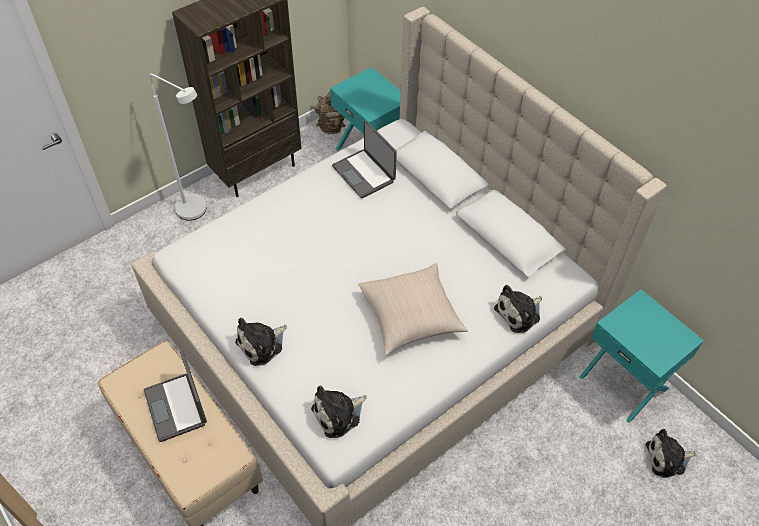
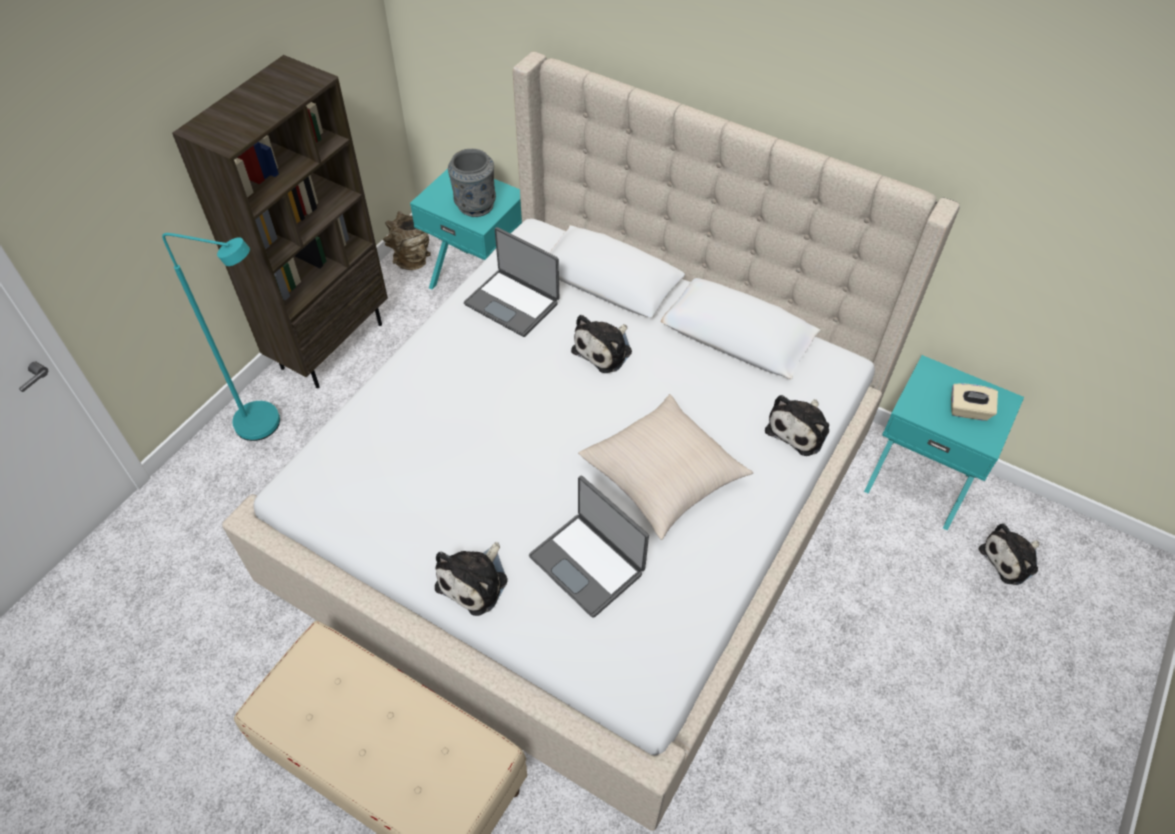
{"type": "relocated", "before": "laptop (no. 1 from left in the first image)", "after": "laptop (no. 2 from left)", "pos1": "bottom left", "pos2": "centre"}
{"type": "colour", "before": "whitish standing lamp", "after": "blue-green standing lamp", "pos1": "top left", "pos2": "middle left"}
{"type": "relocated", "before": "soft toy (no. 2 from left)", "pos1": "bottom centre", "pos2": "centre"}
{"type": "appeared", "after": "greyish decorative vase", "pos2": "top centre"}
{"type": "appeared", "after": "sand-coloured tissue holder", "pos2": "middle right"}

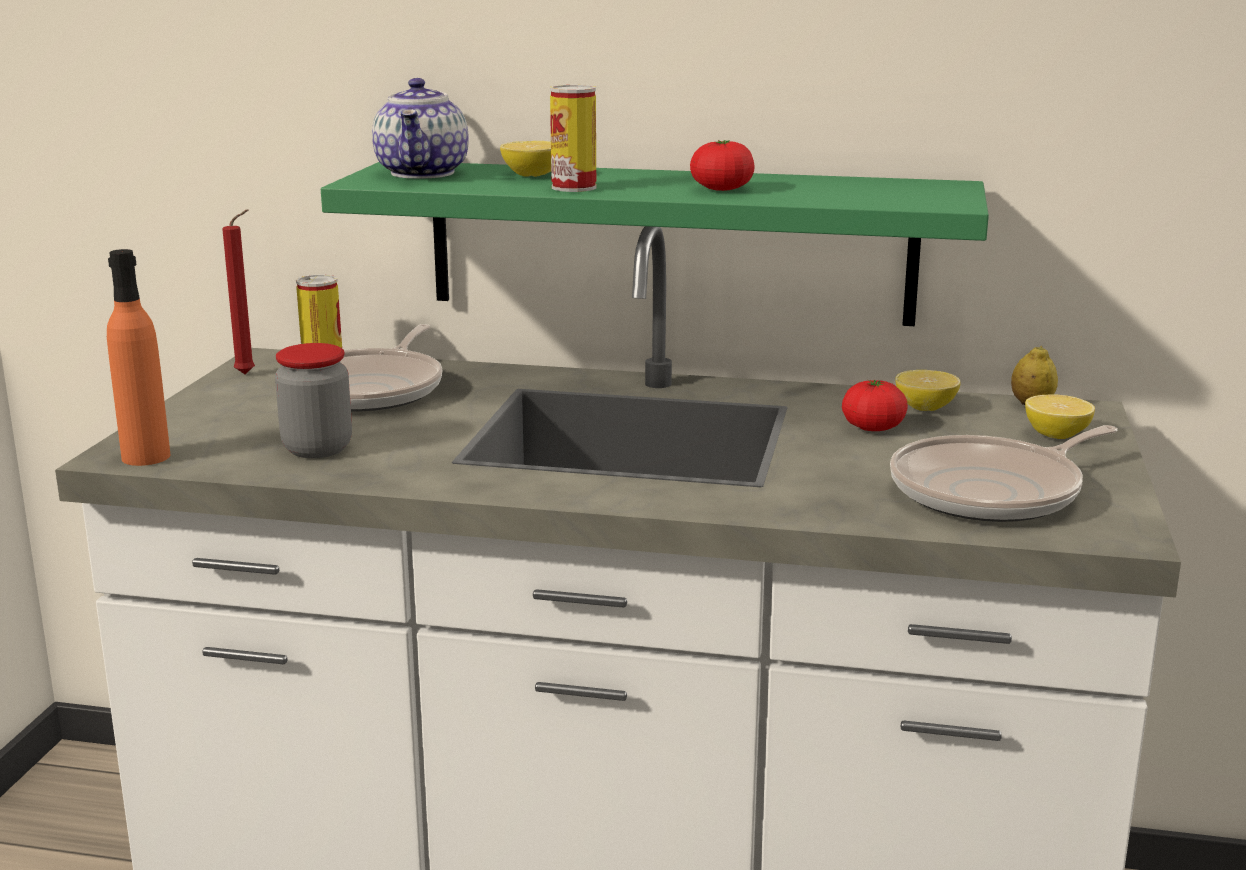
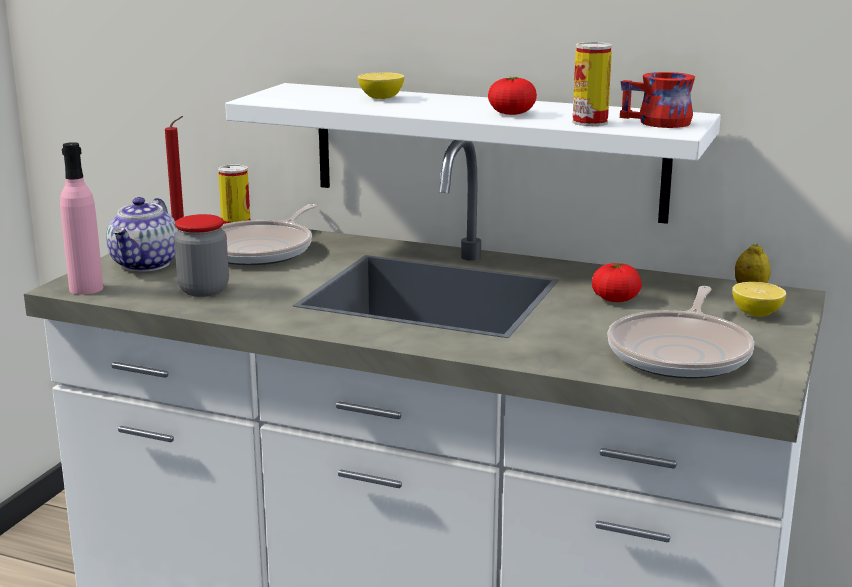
{"type": "colour", "before": "orange beverage bottle", "after": "pink-coloured beverage bottle", "pos1": "middle left", "pos2": "middle left"}
{"type": "colour", "before": "green-coloured wall shelf", "after": "whitish wall shelf", "pos1": "top centre", "pos2": "top centre"}
{"type": "relocated", "before": "pot for tea", "pos1": "top centre", "pos2": "middle left"}
{"type": "relocated", "before": "metal can (no. 2 from left)", "pos1": "top centre", "pos2": "top right"}
{"type": "spun", "before": "skillet (no. 2 from left)", "pos1": "middle right", "pos2": "middle right", "turn": -45}
{"type": "missing", "before": "citrus fruit (no. 2 from left)", "pos1": "middle right"}
{"type": "appeared", "after": "red coffee mug", "pos2": "top right"}

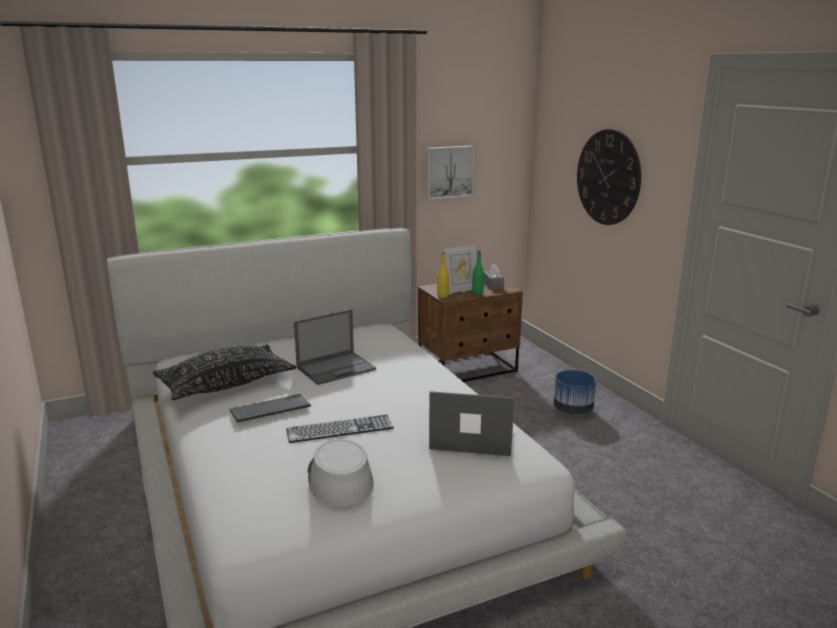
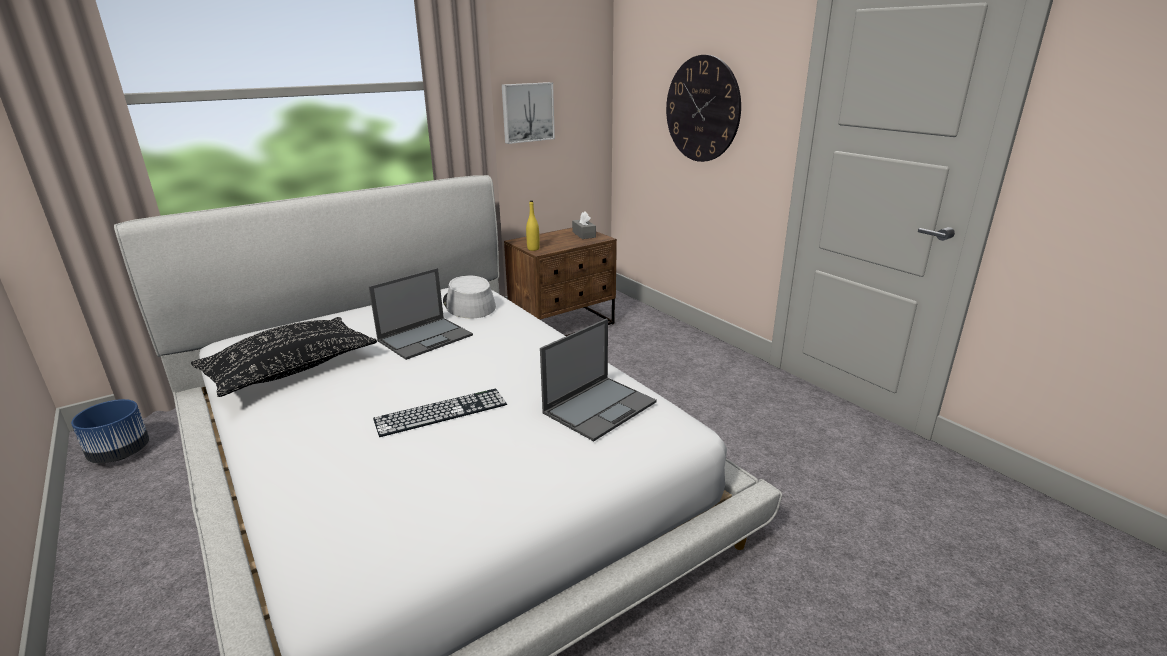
{"type": "missing", "before": "PC keyboard (no. 1 from left)", "pos1": "middle left"}
{"type": "relocated", "before": "greyish clothing hat", "pos1": "bottom centre", "pos2": "centre"}
{"type": "spun", "before": "laptop (no. 2 from left)", "pos1": "bottom centre", "pos2": "centre", "turn": 135}
{"type": "missing", "before": "picture frame", "pos1": "centre"}
{"type": "missing", "before": "green-coloured beverage bottle", "pos1": "centre"}
{"type": "relocated", "before": "bluish flower pot", "pos1": "middle right", "pos2": "middle left"}

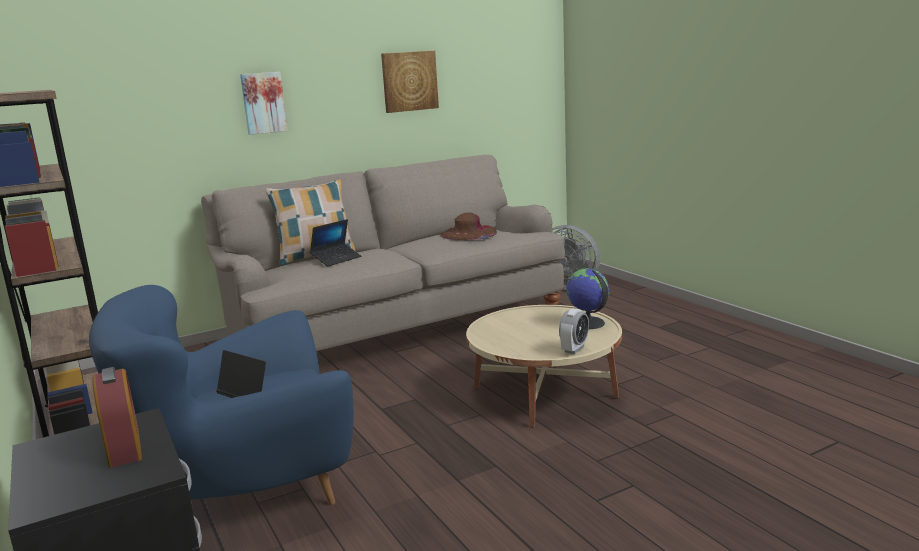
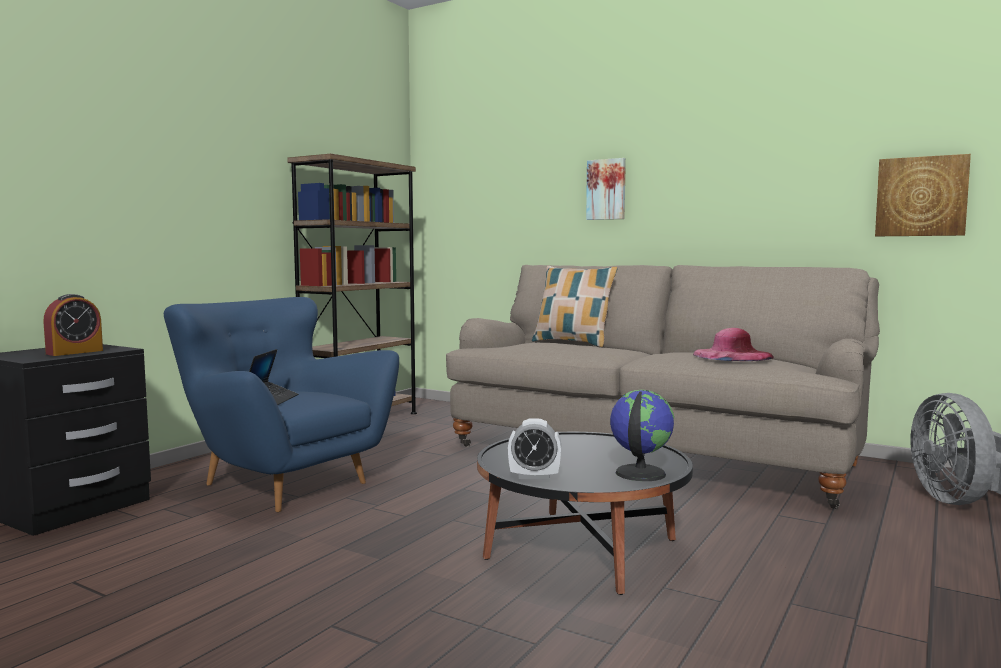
{"type": "missing", "before": "laptop (no. 2 from left)", "pos1": "centre"}
{"type": "relocated", "before": "wall art (no. 2 from left)", "pos1": "top centre", "pos2": "top right"}
{"type": "colour", "before": "brown clothing hat", "after": "pink-coloured clothing hat", "pos1": "centre", "pos2": "middle right"}
{"type": "colour", "before": "sand-coloured low table", "after": "black low table", "pos1": "centre", "pos2": "bottom centre"}

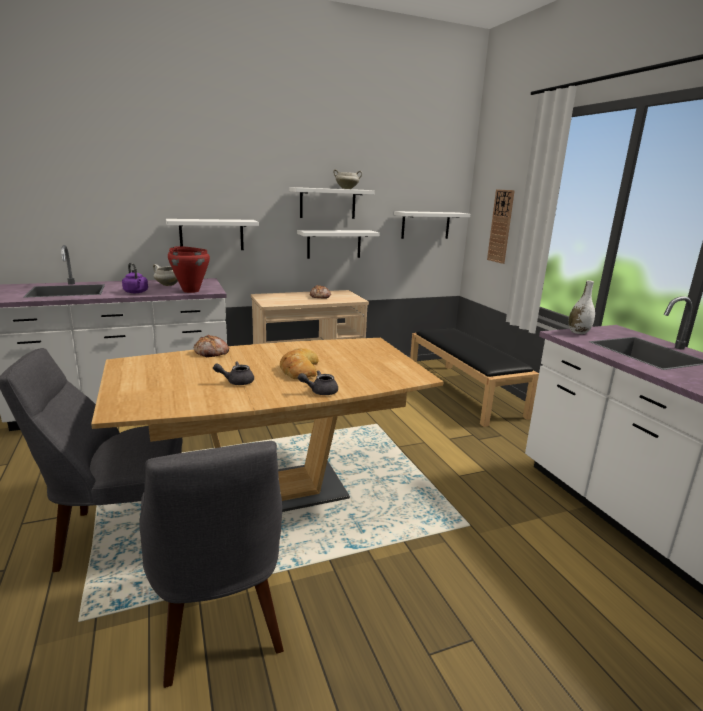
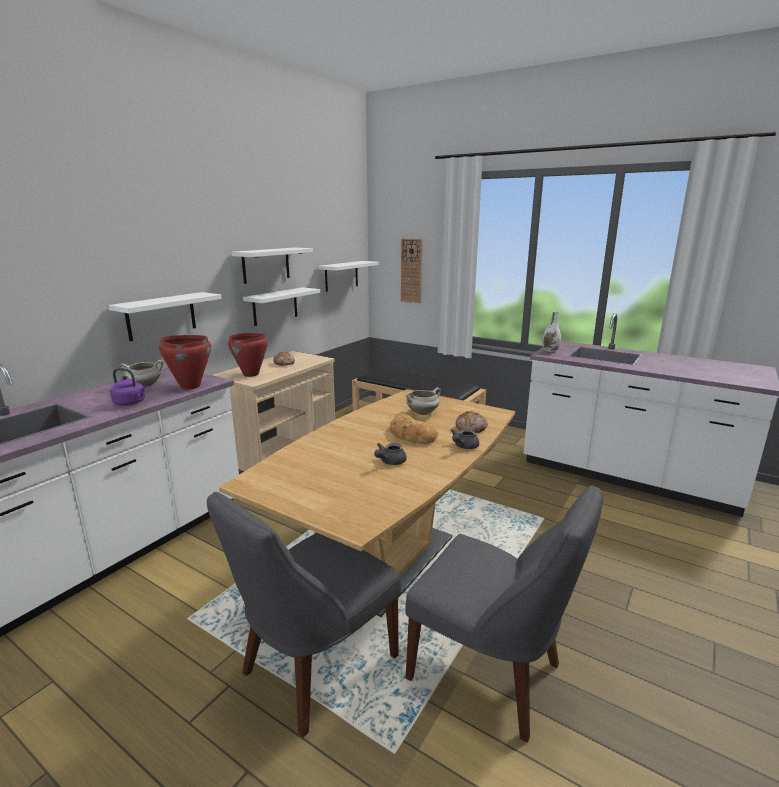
{"type": "relocated", "before": "bread (no. 1 from left in the first image)", "after": "bread (no. 3 from left)", "pos1": "middle left", "pos2": "centre"}
{"type": "relocated", "before": "whitish stockpot (no. 2 from left)", "pos1": "top centre", "pos2": "centre"}
{"type": "appeared", "after": "red stockpot (no. 2 from left)", "pos2": "middle left"}

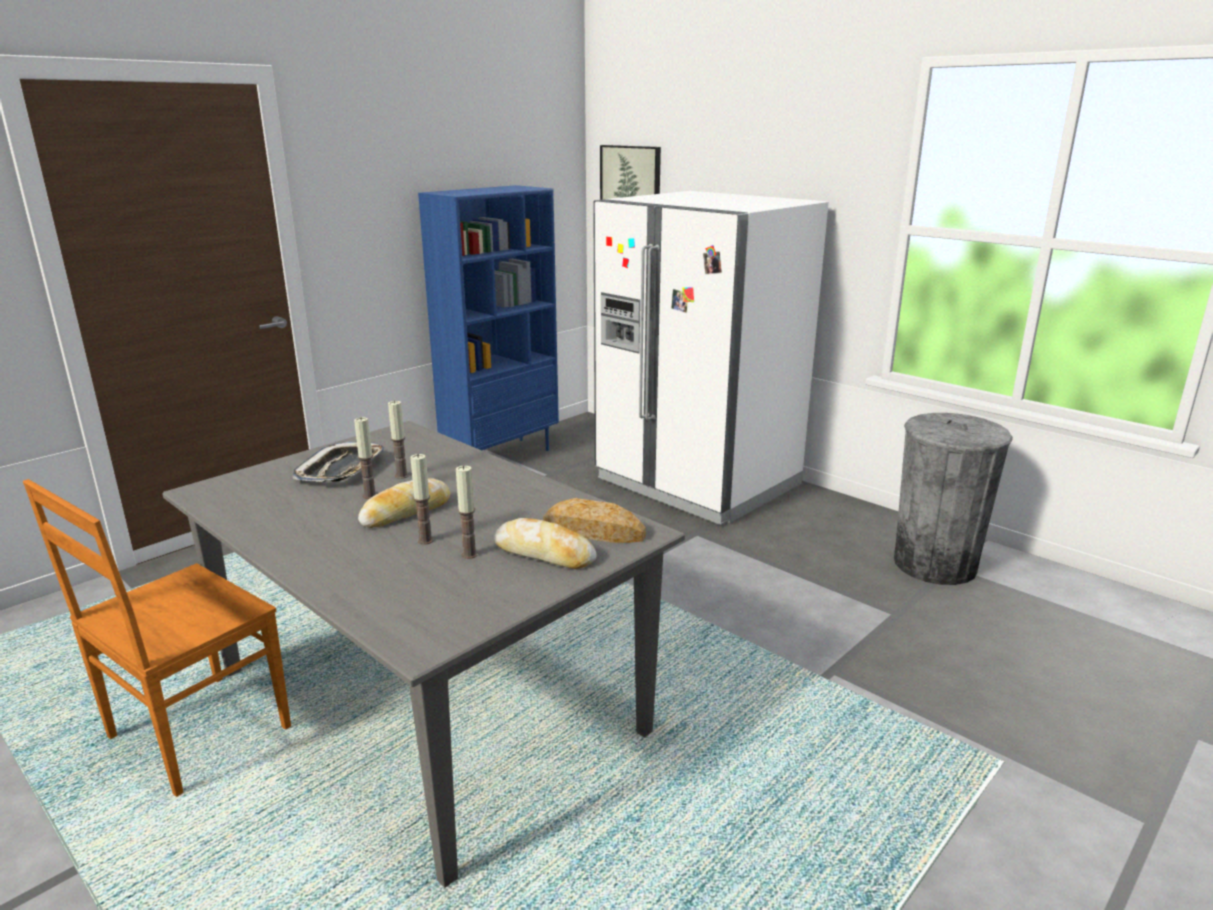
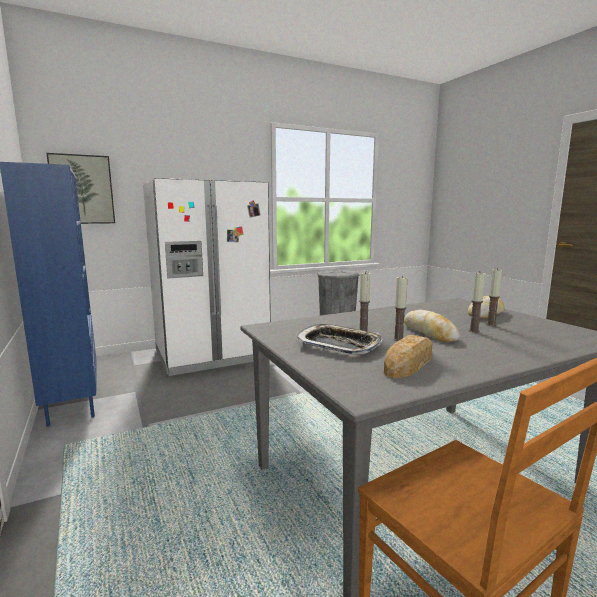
{"type": "relocated", "before": "bread (no. 3 from left in the first image)", "after": "bread (no. 1 from left)", "pos1": "centre", "pos2": "middle right"}

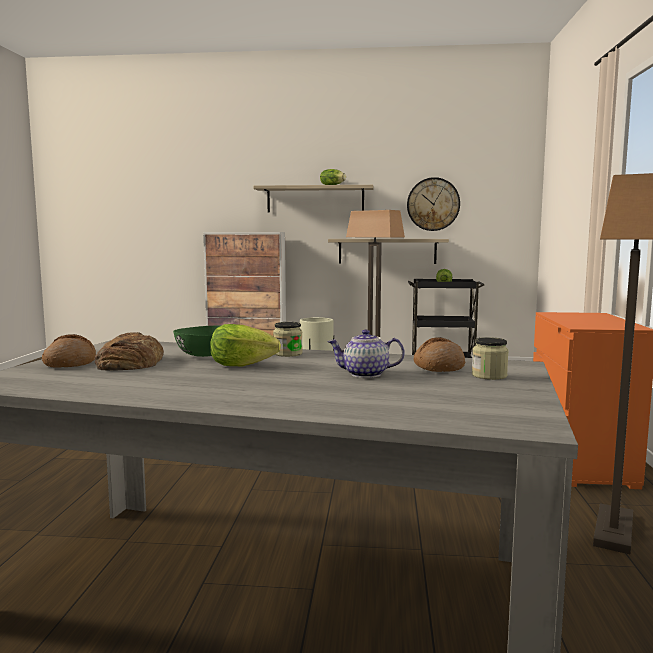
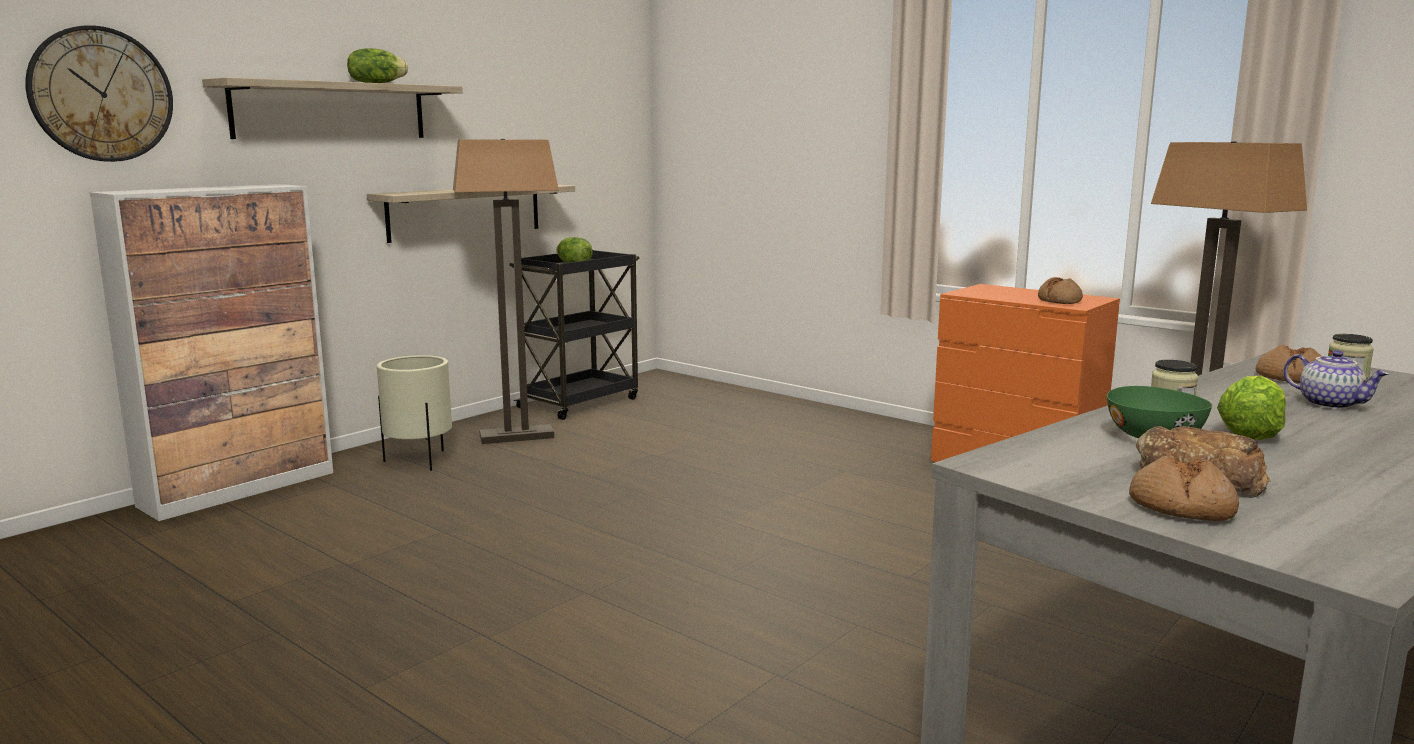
{"type": "spun", "before": "pot for tea", "pos1": "centre", "pos2": "middle right", "turn": -75}
{"type": "relocated", "before": "wall clock", "pos1": "top centre", "pos2": "top left"}
{"type": "appeared", "after": "bread (no. 1 from left)", "pos2": "middle right"}

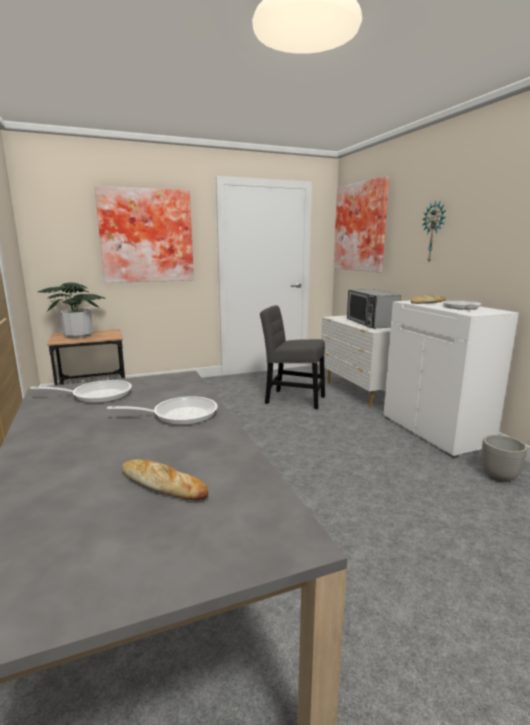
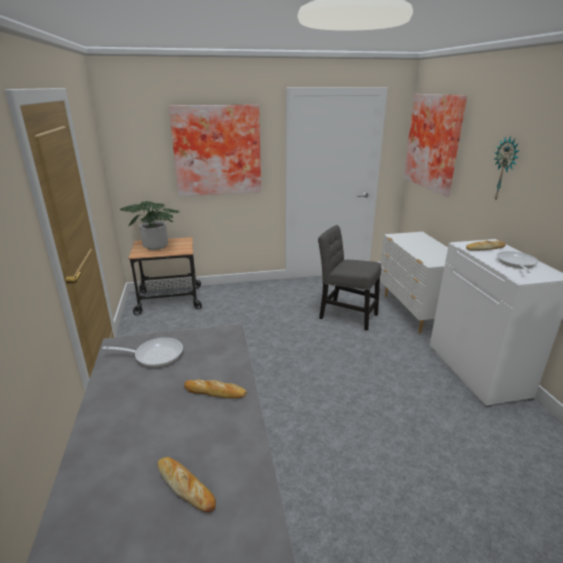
{"type": "exchanged", "before": "skillet (no. 2 from left)", "after": "bread (no. 2 from left)", "pos1": "middle left", "pos2": "bottom centre"}
{"type": "missing", "before": "microwave", "pos1": "middle right"}
{"type": "missing", "before": "flower pot", "pos1": "middle right"}

